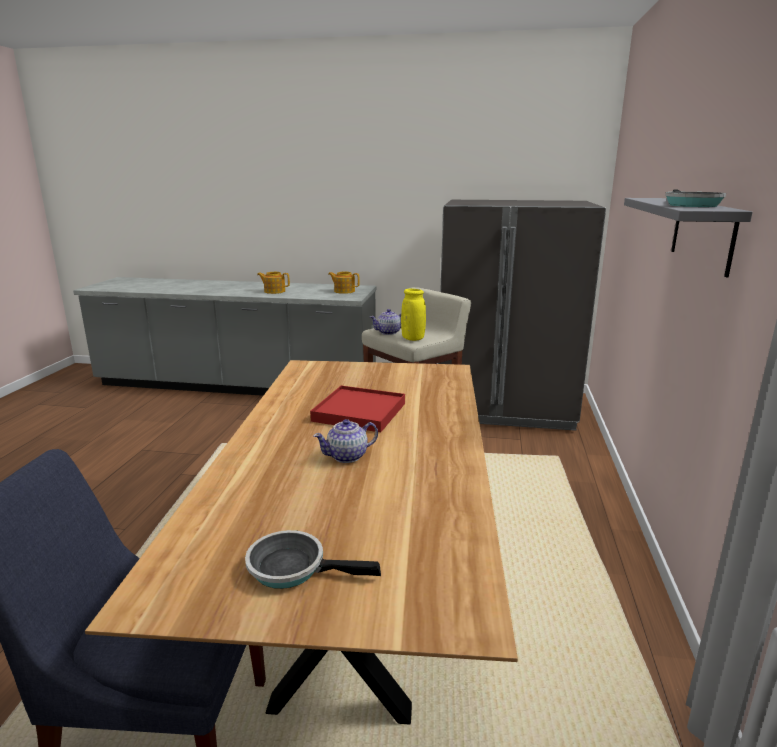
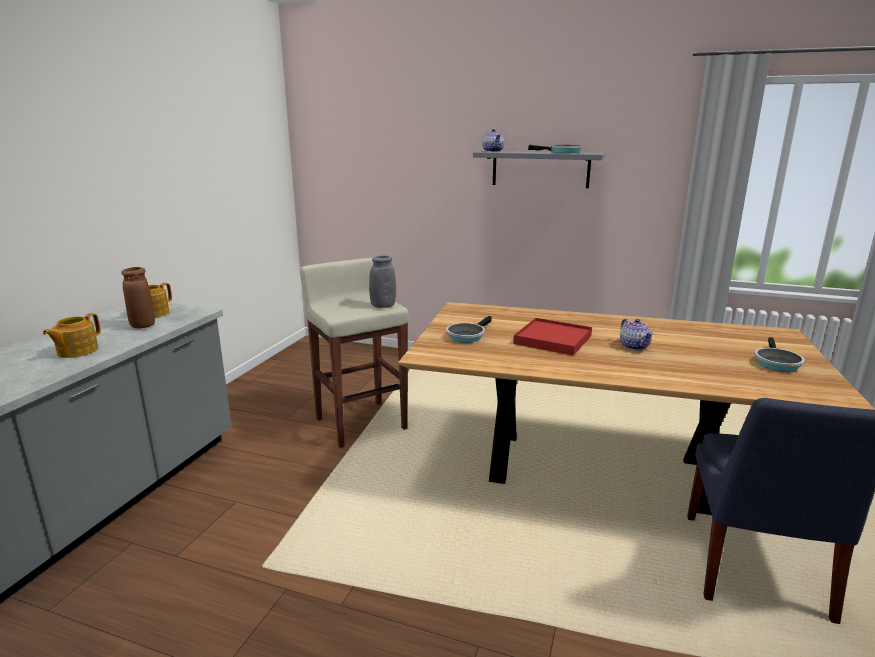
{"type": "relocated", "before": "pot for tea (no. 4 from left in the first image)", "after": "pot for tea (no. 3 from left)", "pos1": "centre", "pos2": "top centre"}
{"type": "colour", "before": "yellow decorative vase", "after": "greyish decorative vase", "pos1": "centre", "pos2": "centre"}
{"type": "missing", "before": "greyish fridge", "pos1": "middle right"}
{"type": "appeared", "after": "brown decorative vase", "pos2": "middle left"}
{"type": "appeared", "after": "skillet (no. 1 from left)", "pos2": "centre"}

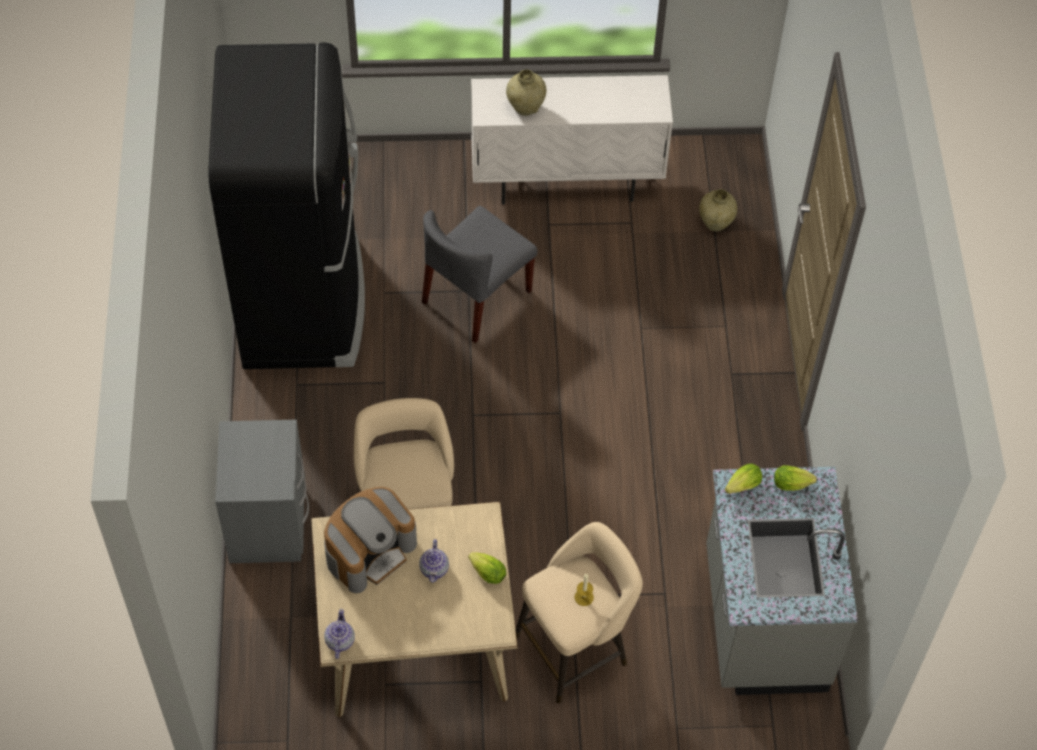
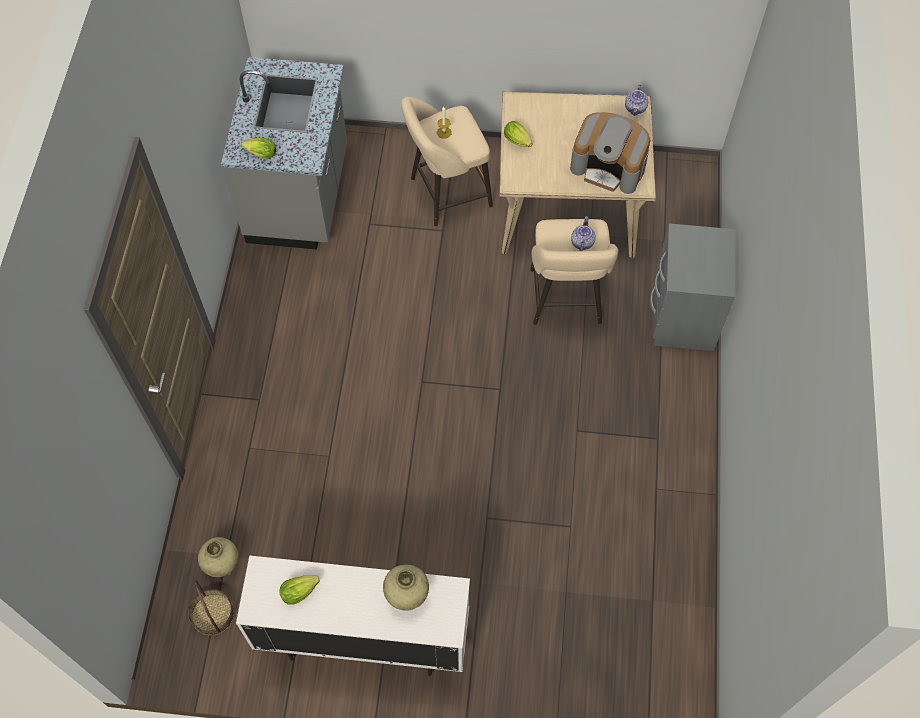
{"type": "missing", "before": "black fridge", "pos1": "top left"}
{"type": "spun", "before": "coffee maker", "pos1": "bottom centre", "pos2": "top centre", "turn": -120}
{"type": "relocated", "before": "pot for tea (no. 2 from left in the first image)", "after": "pot for tea (no. 1 from left)", "pos1": "bottom centre", "pos2": "top centre"}
{"type": "missing", "before": "greyish chair", "pos1": "centre"}
{"type": "relocated", "before": "lettuce (no. 2 from left)", "pos1": "middle right", "pos2": "bottom left"}
{"type": "appeared", "after": "household basket", "pos2": "bottom left"}

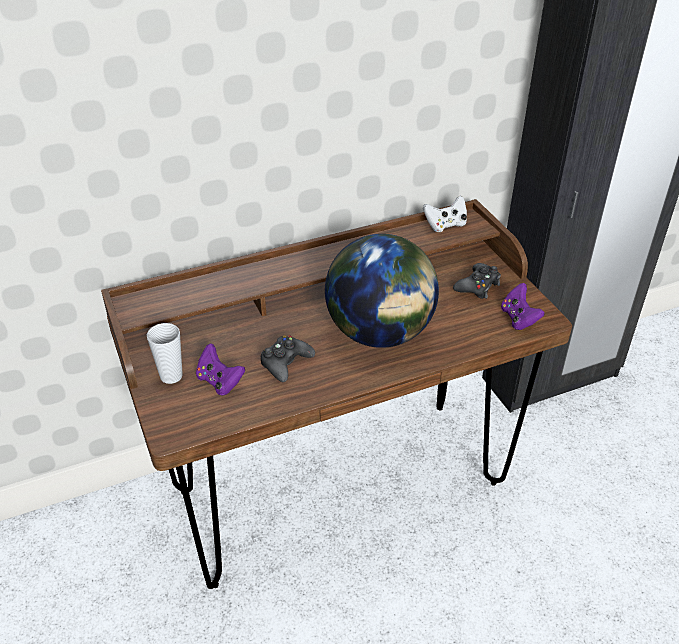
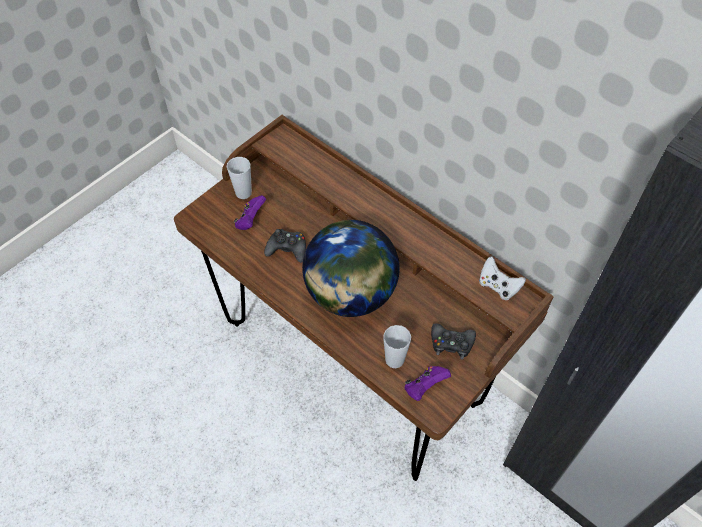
{"type": "appeared", "after": "small cup (no. 2 from left)", "pos2": "centre"}

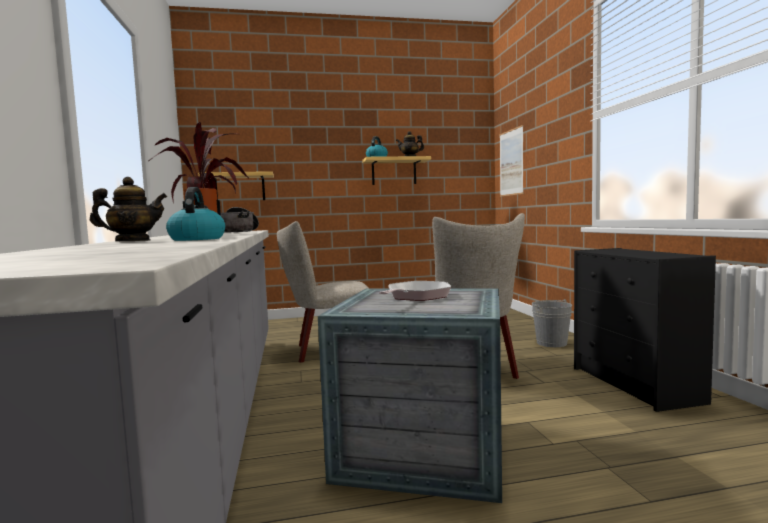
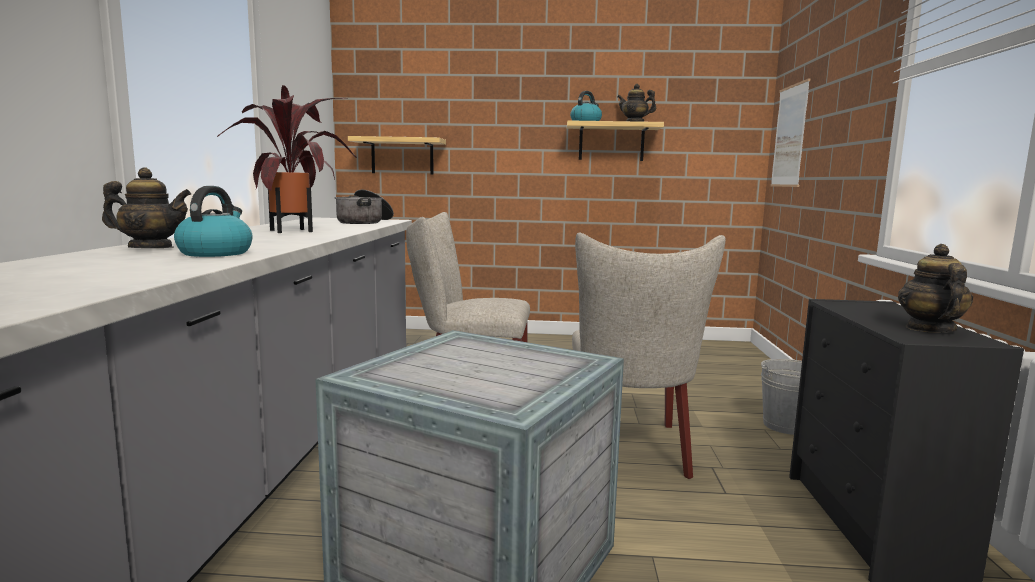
{"type": "missing", "before": "skillet", "pos1": "centre"}
{"type": "appeared", "after": "pot for tea (no. 3 from left)", "pos2": "middle right"}

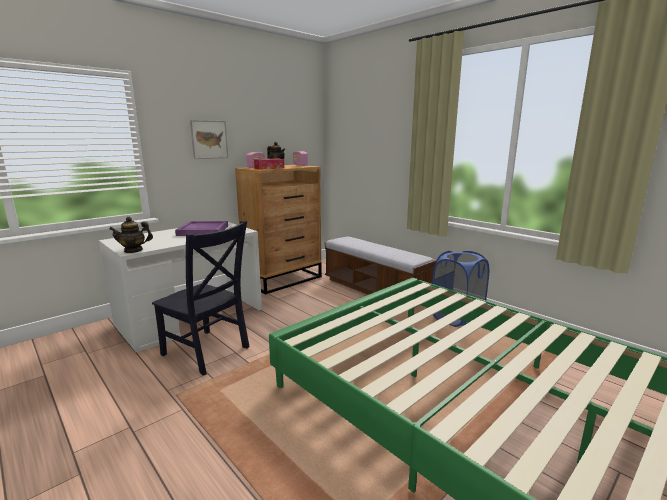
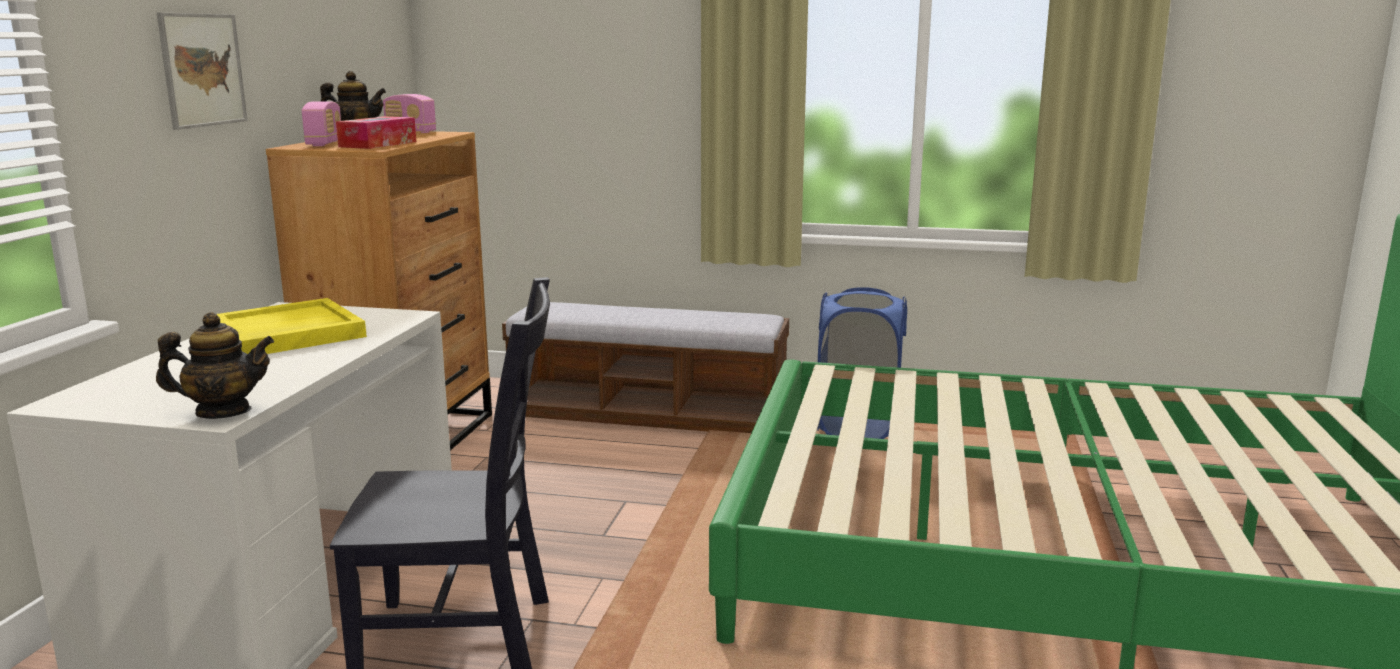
{"type": "spun", "before": "pot for tea (no. 1 from left)", "pos1": "middle left", "pos2": "middle left", "turn": -135}
{"type": "colour", "before": "purple tray", "after": "yellow tray", "pos1": "middle left", "pos2": "middle left"}

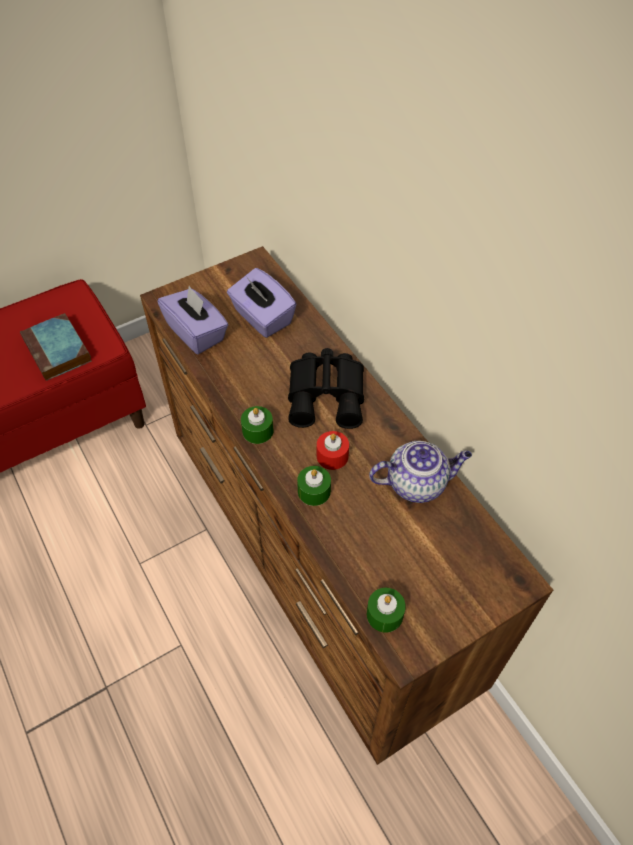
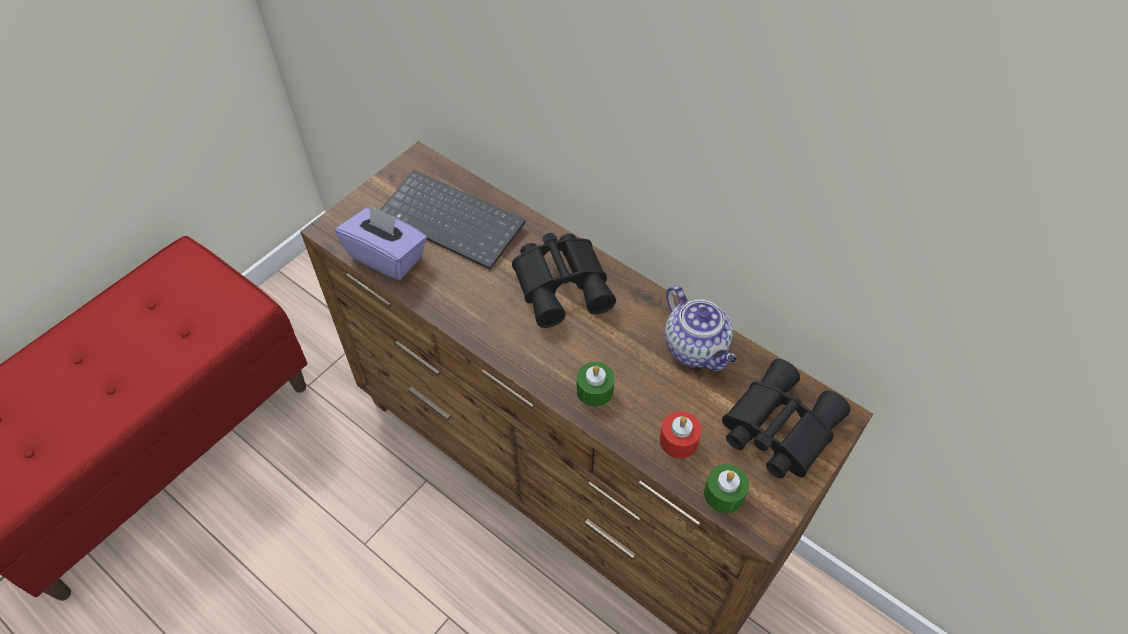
{"type": "missing", "before": "volume", "pos1": "middle left"}
{"type": "exchanged", "before": "purple tissue holder (no. 2 from left)", "after": "PC keyboard", "pos1": "centre", "pos2": "centre"}
{"type": "missing", "before": "green-coloured candle (no. 1 from left)", "pos1": "centre"}
{"type": "relocated", "before": "red candle", "pos1": "centre", "pos2": "bottom centre"}
{"type": "spun", "before": "pot for tea", "pos1": "centre", "pos2": "centre", "turn": 90}
{"type": "appeared", "after": "black binoculars (no. 2 from left)", "pos2": "middle right"}

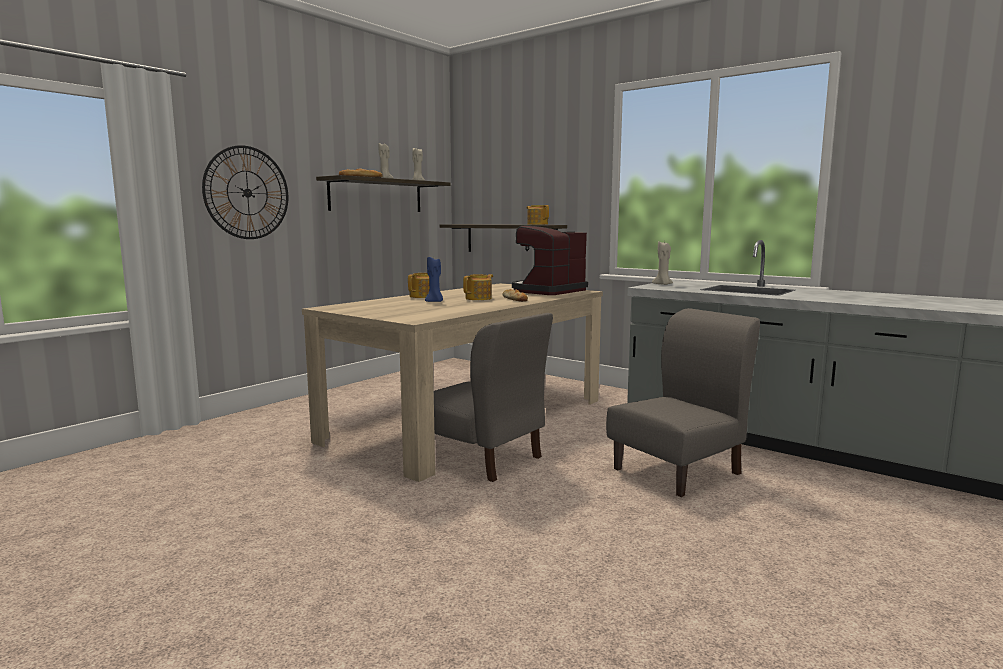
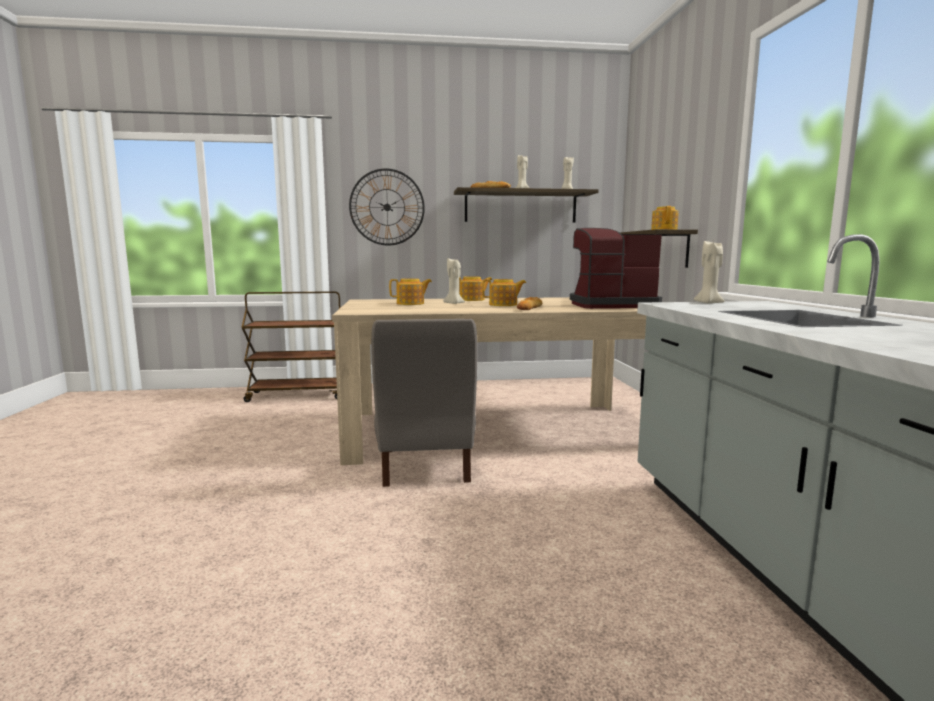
{"type": "colour", "before": "bluish candle", "after": "sand-coloured candle (no. 1 from left)", "pos1": "centre", "pos2": "centre"}
{"type": "missing", "before": "greyish chair (no. 2 from left)", "pos1": "middle right"}
{"type": "appeared", "after": "brown cart", "pos2": "middle left"}
{"type": "appeared", "after": "pot for tea (no. 1 from left)", "pos2": "centre"}

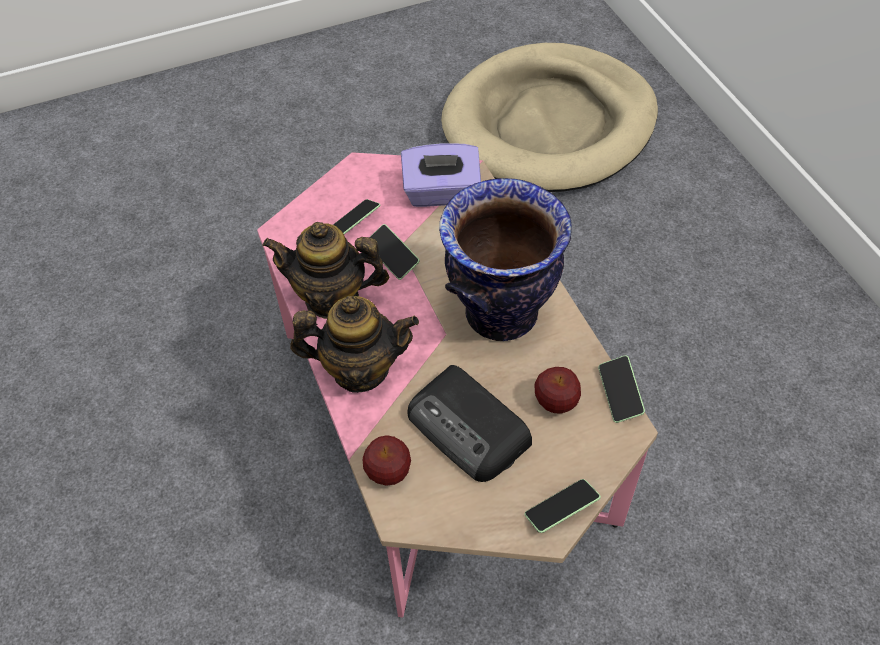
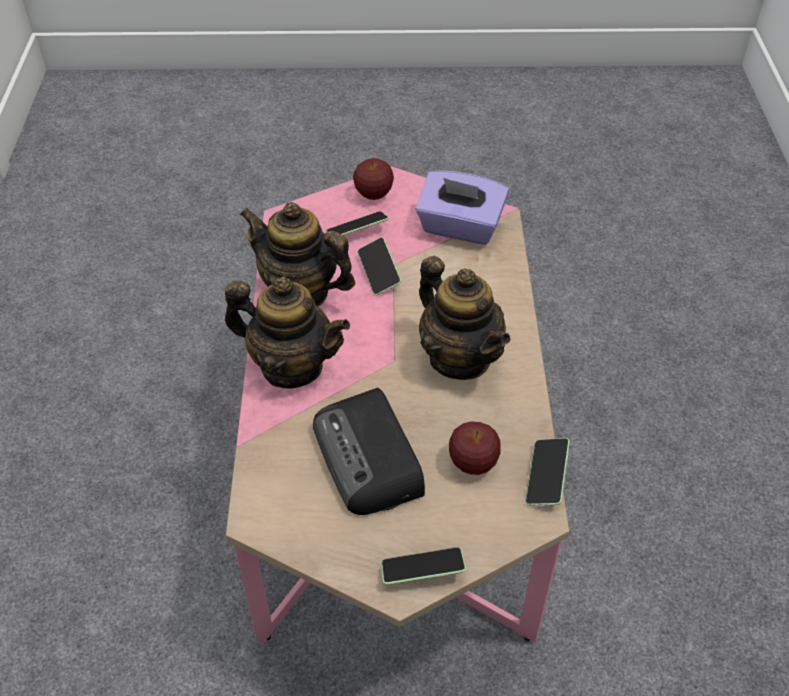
{"type": "relocated", "before": "apple fruit (no. 1 from left)", "pos1": "bottom centre", "pos2": "top centre"}
{"type": "exchanged", "before": "decorative vase", "after": "pot for tea (no. 3 from left)", "pos1": "centre", "pos2": "centre"}
{"type": "missing", "before": "sand-coloured dog bed", "pos1": "top centre"}

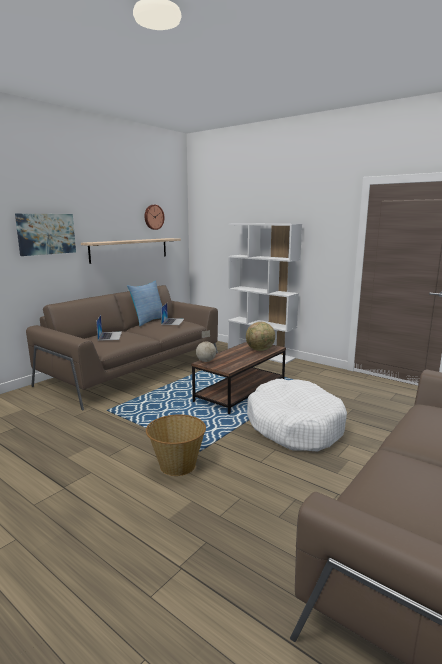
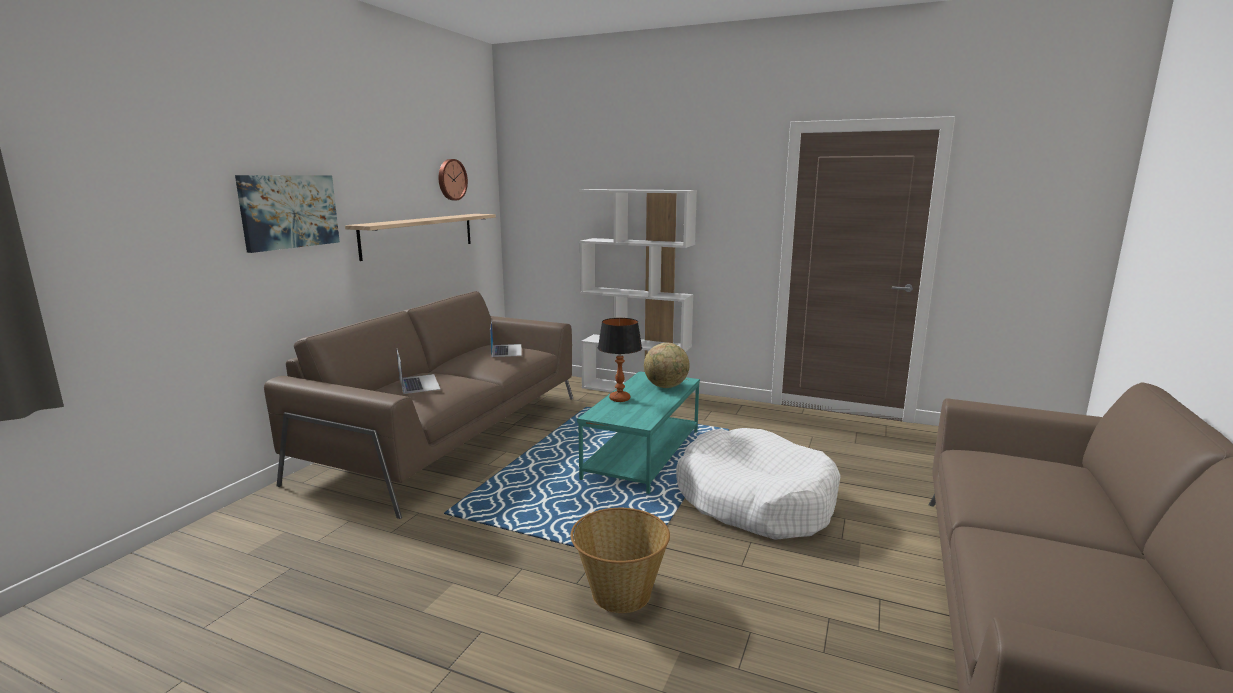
{"type": "missing", "before": "cushion", "pos1": "middle left"}
{"type": "colour", "before": "brown low table", "after": "blue-green low table", "pos1": "centre", "pos2": "centre"}
{"type": "missing", "before": "globe (no. 1 from left)", "pos1": "centre"}
{"type": "appeared", "after": "lamp for a table", "pos2": "centre"}

